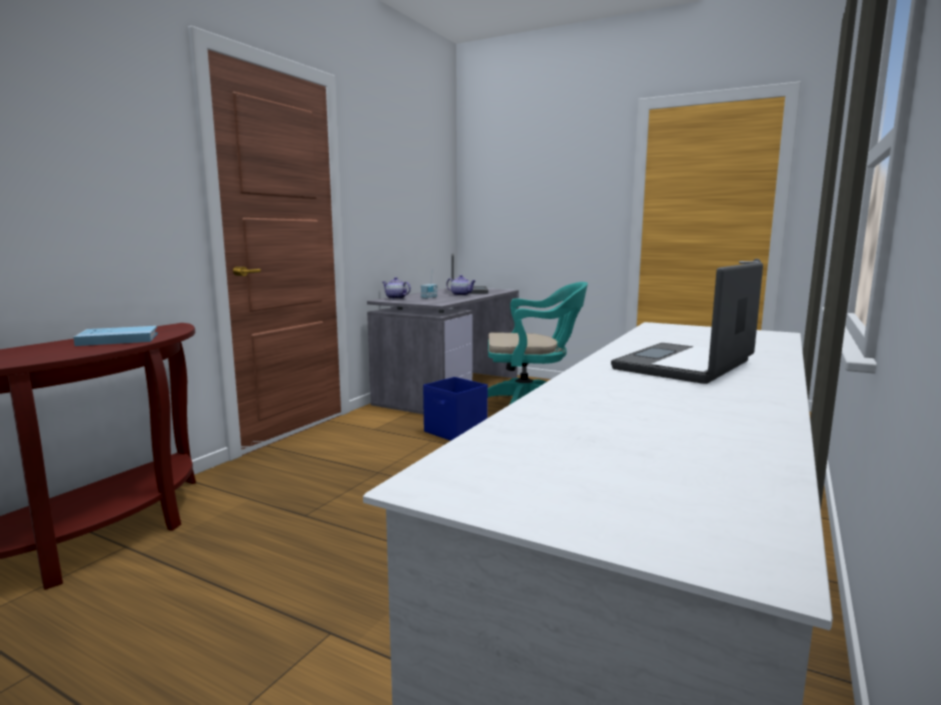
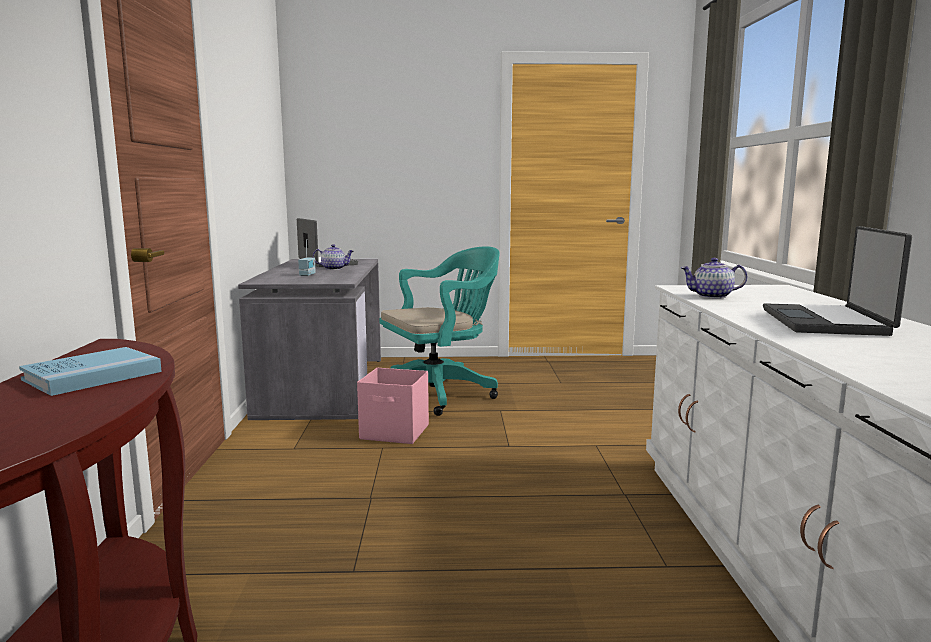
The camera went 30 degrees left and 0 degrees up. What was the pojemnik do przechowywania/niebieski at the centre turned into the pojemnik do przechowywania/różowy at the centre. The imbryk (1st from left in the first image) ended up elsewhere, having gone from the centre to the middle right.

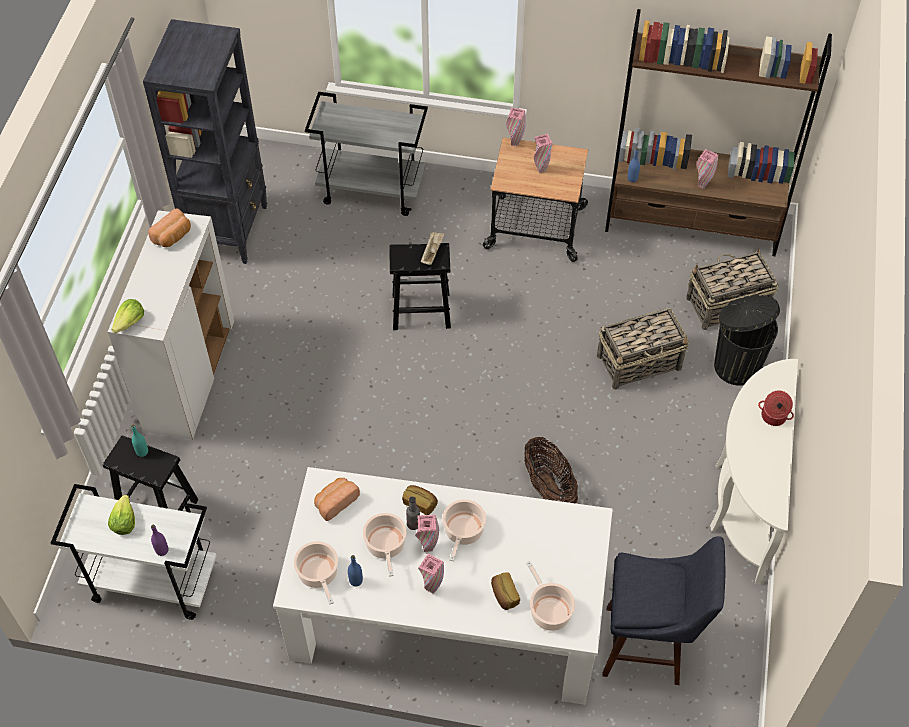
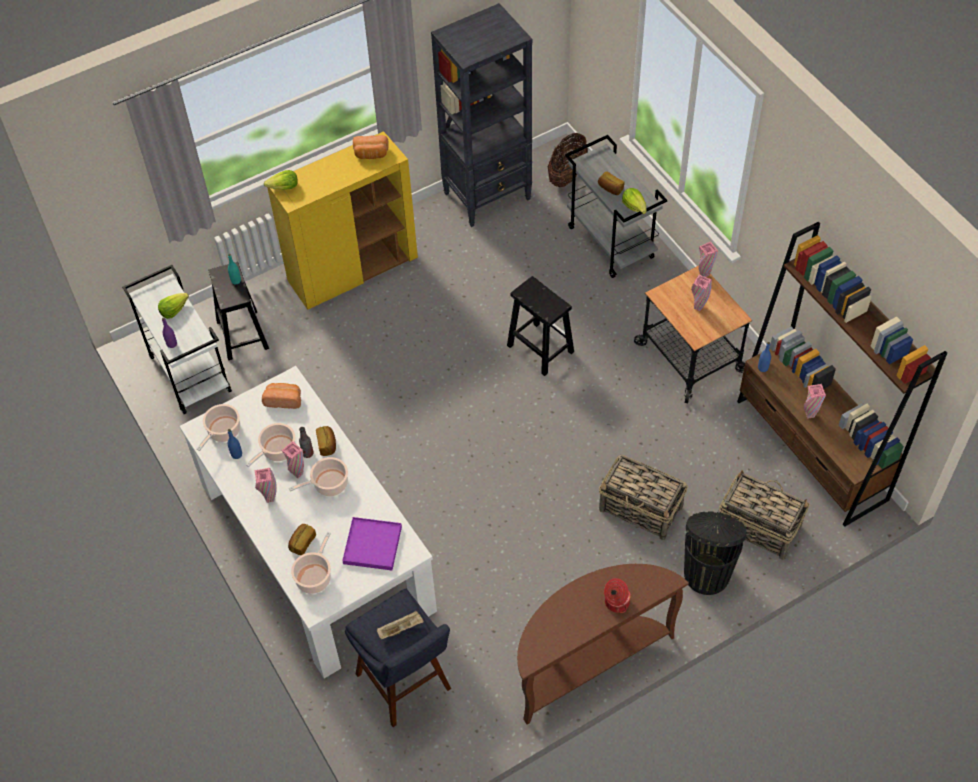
The camera went 50 degrees right and 0 degrees up. What was the szafka/biały at the middle left turned into the szafka/żółty at the top centre. The second view gained the taca/fioletowy at the bottom centre. The taca/beżowy ended up elsewhere, having gone from the centre to the bottom centre. What was the stolik konsolowy/biały at the middle right turned into the stolik konsolowy/brązowy at the bottom centre. The koszyk (1st from left) ended up elsewhere, having gone from the centre to the top centre. The second view gained the chleb (5th from left) at the top centre. The second view gained the sałata (3rd from left) at the top centre.

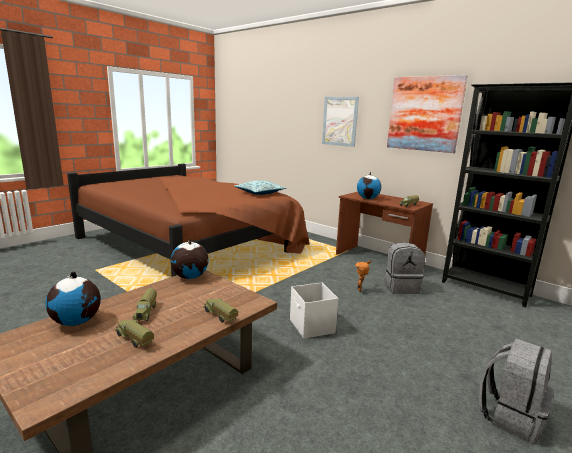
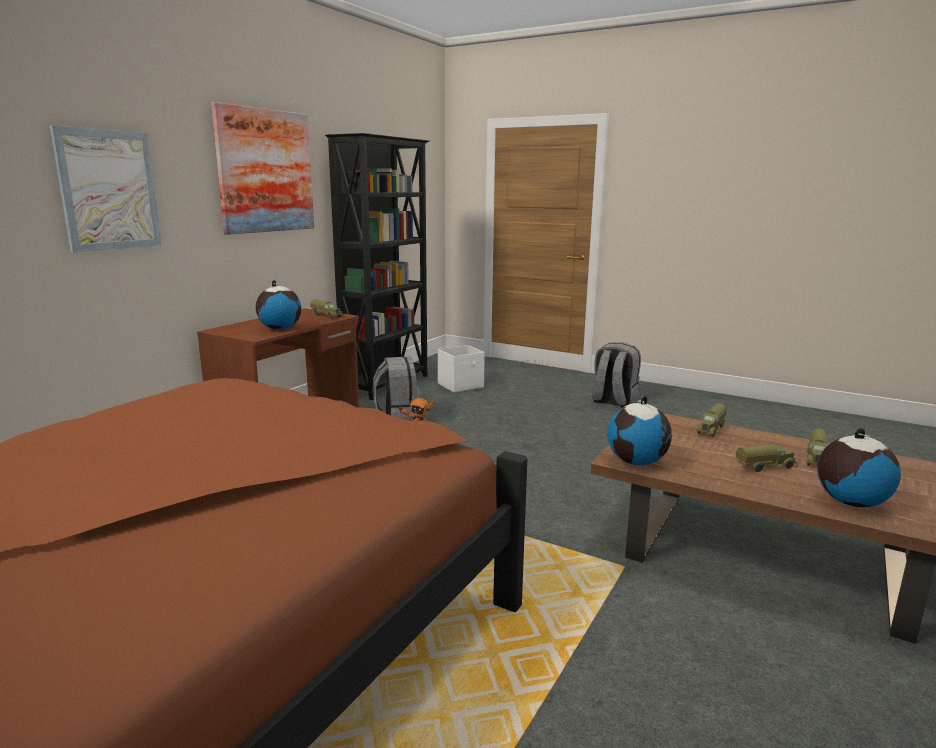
The camera went 100 degrees left and 0 degrees up. The pojemnik do przechowywania/biały ended up elsewhere, having gone from the bottom centre to the centre. The second view lost the poduszka at the centre.

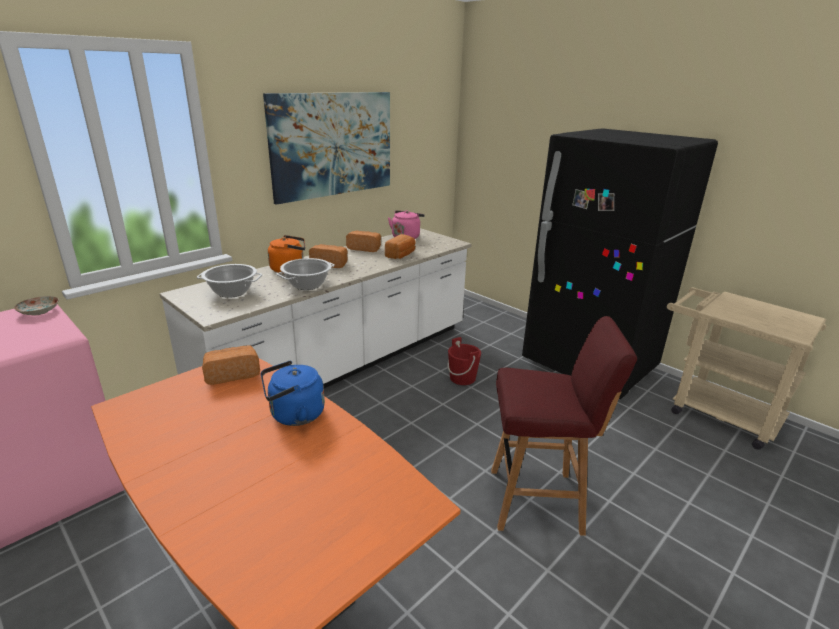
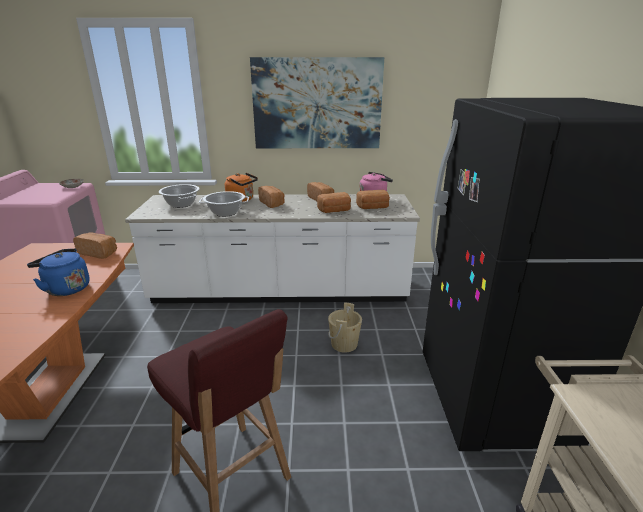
The camera went 45 degrees right and 0 degrees up. What was the wiadro/czerwony at the centre turned into the wiadro/beżowy at the centre. The second view gained the chleb (5th from left) at the centre.

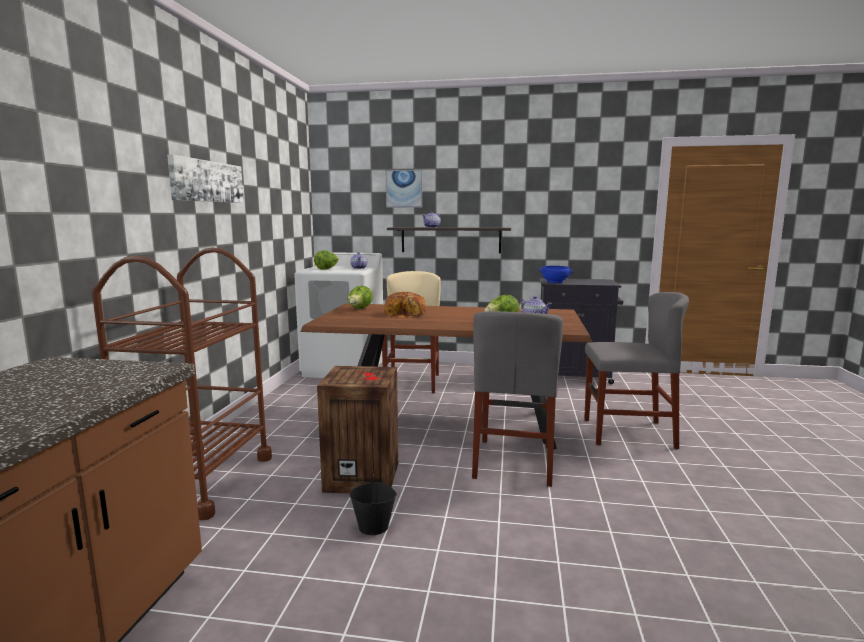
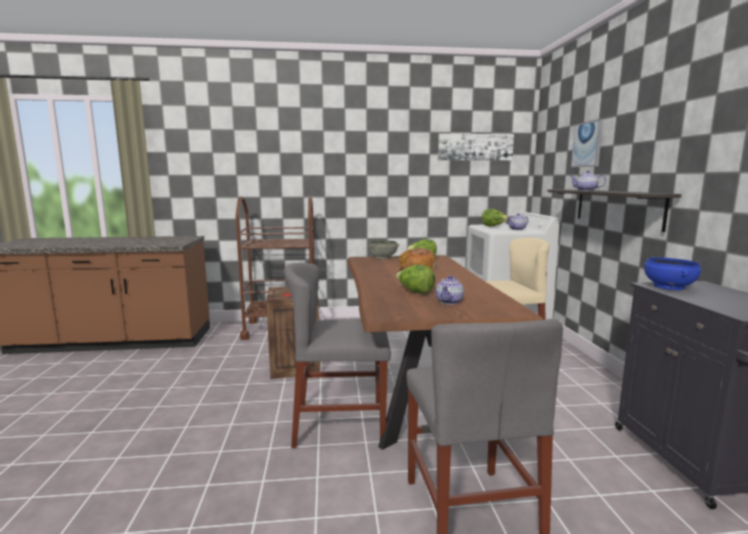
The camera went 75 degrees right and 0 degrees up. The second view gained the miska/szary at the centre. The obraz (1st from left) ended up elsewhere, having gone from the top left to the top centre. The second view lost the wiadro/czarny at the bottom centre.

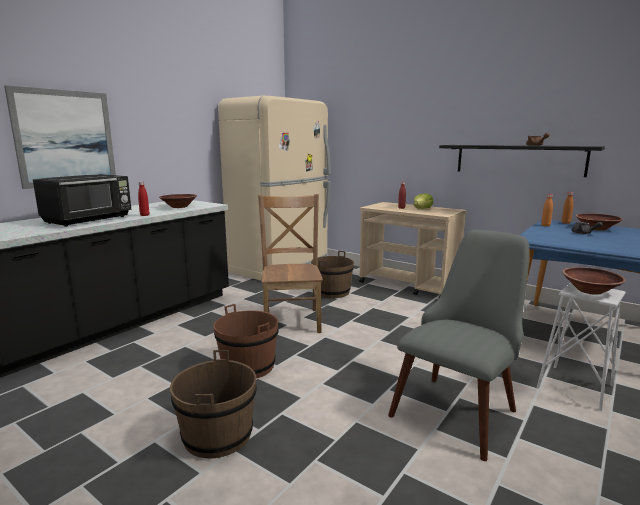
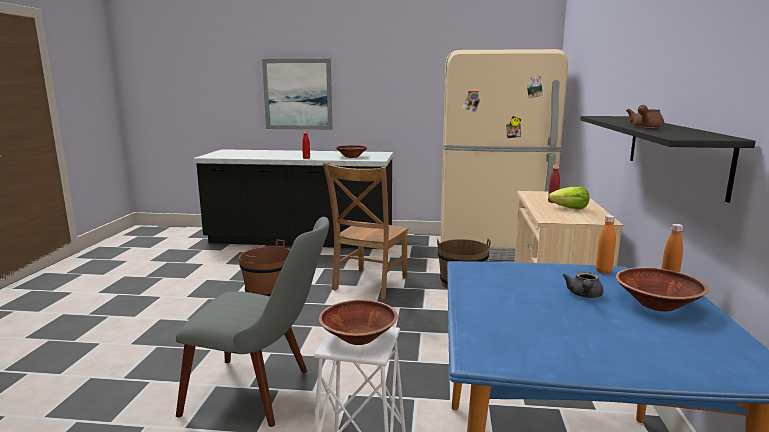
The camera went 60 degrees right and 0 degrees up. The krzesło/brązowy at the centre ended up facing another way, 150 degrees clockwise from before. The second view lost the mikrofalówka/czarny at the middle left. The second view lost the wiadro/brązowy (1st from left) at the bottom left.

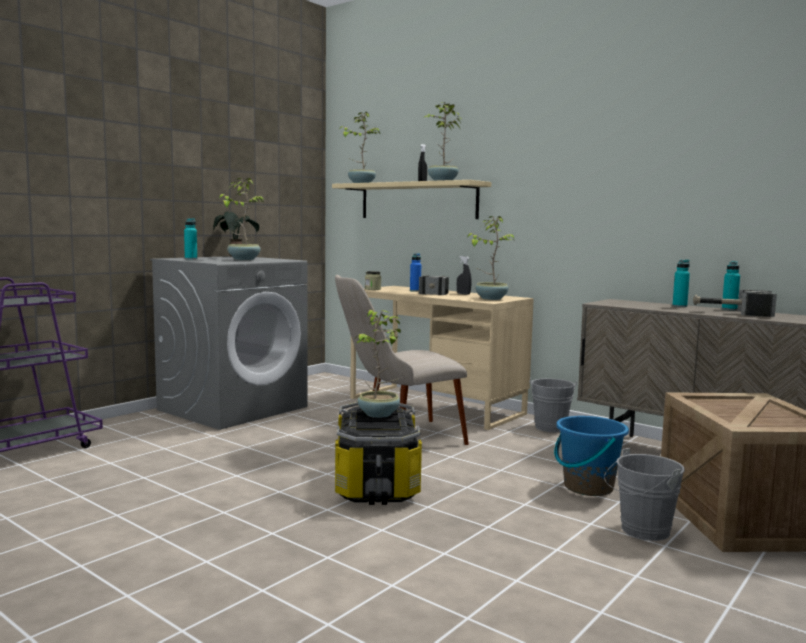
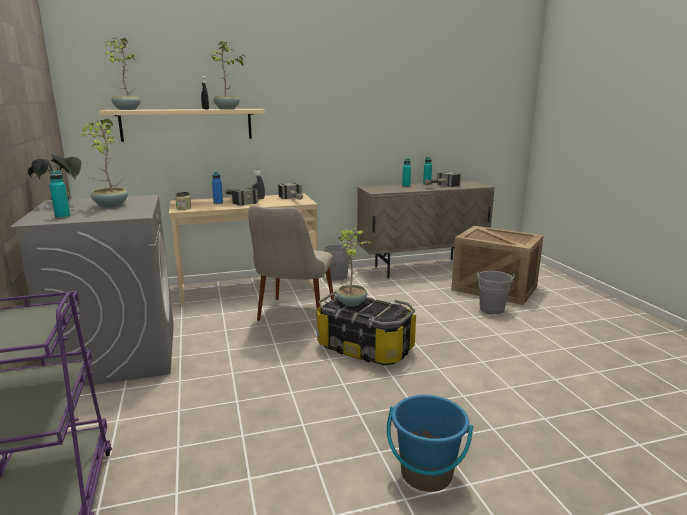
The camera went 55 degrees left and 10 degrees up. Where the roślina doniczkowa (6th from left) stood at the centre, the młotek (2nd from left) came to stand at the centre. The wiadro/niebieski ended up elsewhere, having gone from the bottom right to the bottom centre.

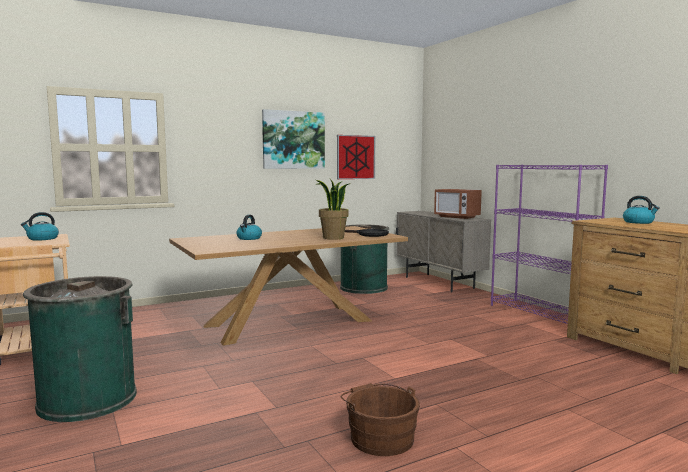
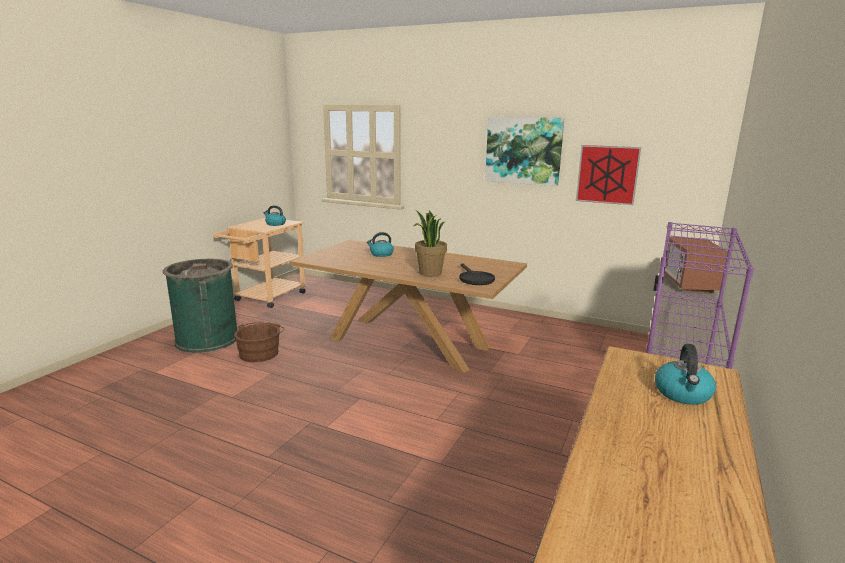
The camera went 55 degrees right and 10 degrees up. The wiadro/brązowy ended up elsewhere, having gone from the bottom centre to the middle left. The second view lost the kosz na śmieci/zielony (2nd from left) at the centre.

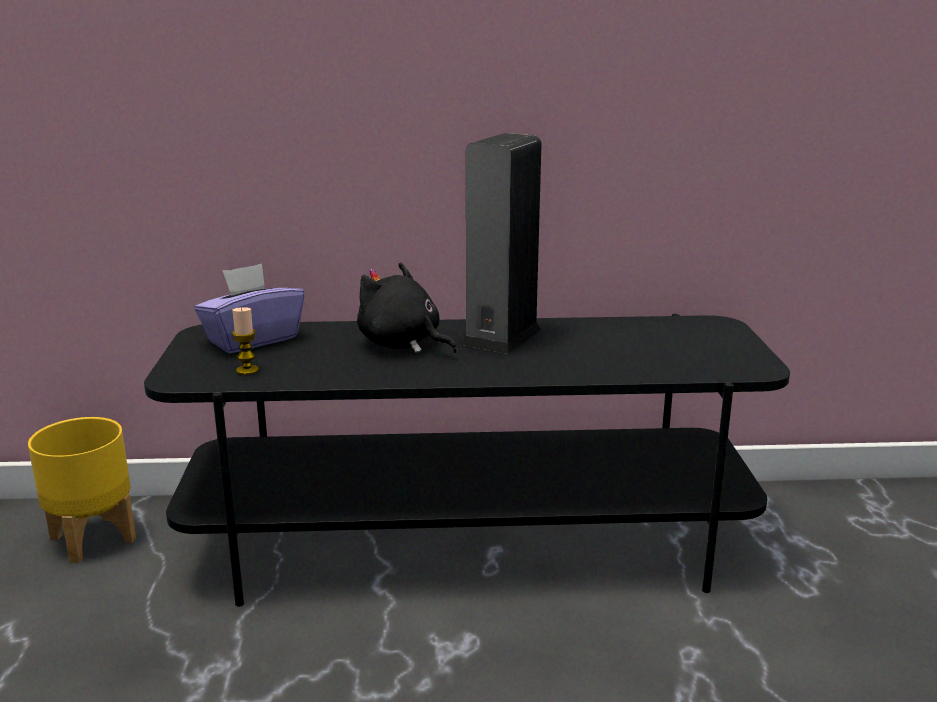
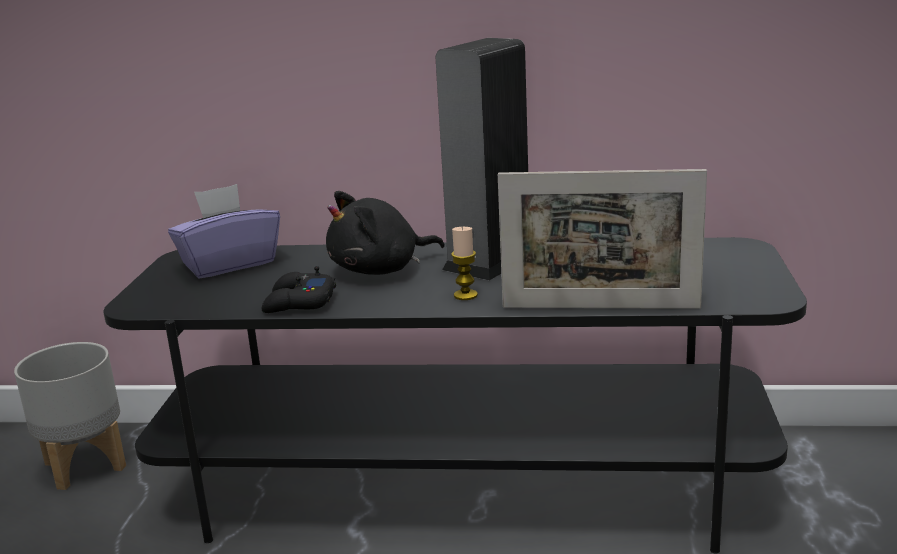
The camera went 10 degrees right and 0 degrees up. What was the donica/żółty at the bottom left turned into the donica/szary at the bottom left. The second view gained the pad do gier/czarny at the middle left. The pluszak/czarny at the centre ended up facing another way, 75 degrees counterclockwise from before. The świeca ended up elsewhere, having gone from the middle left to the centre. The second view gained the ramka na zdjęcie at the middle right.

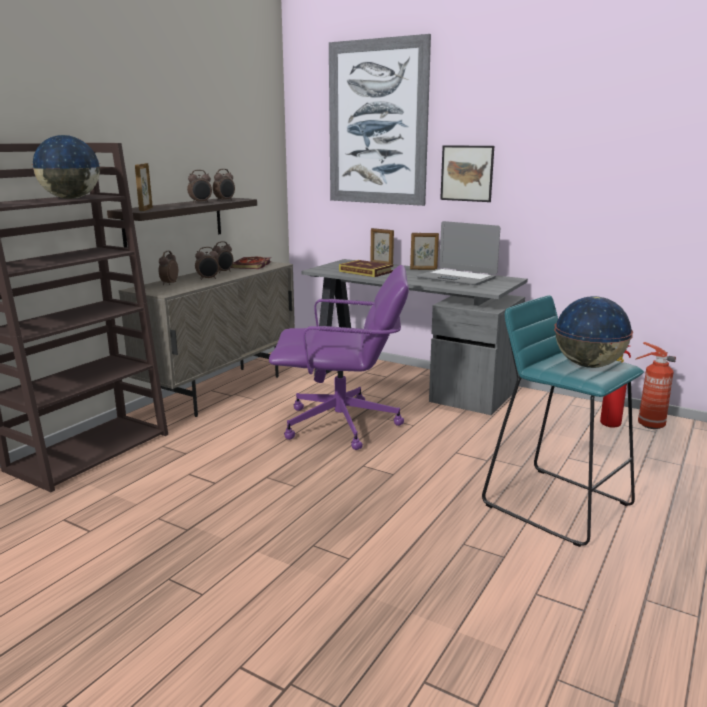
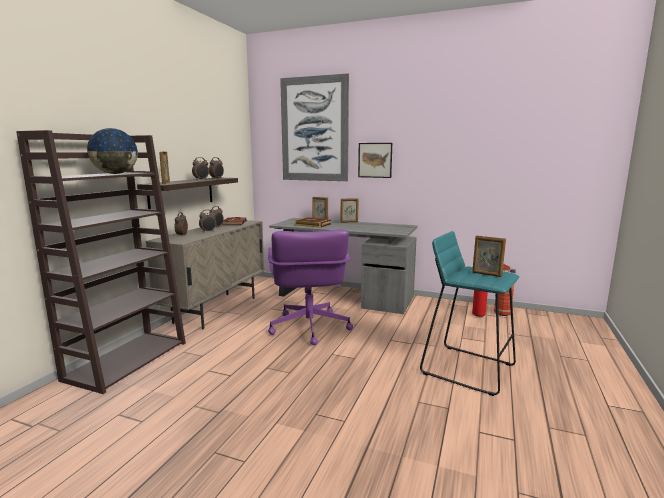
The camera went 10 degrees left and 5 degrees down. The krzesło biurowe/fioletowy at the centre ended up facing another way, 90 degrees clockwise from before. Where the globus (2nd from left) stood at the middle right, the ramka na zdjęcie (4th from left) came to stand at the middle right. The second view lost the laptop at the centre.

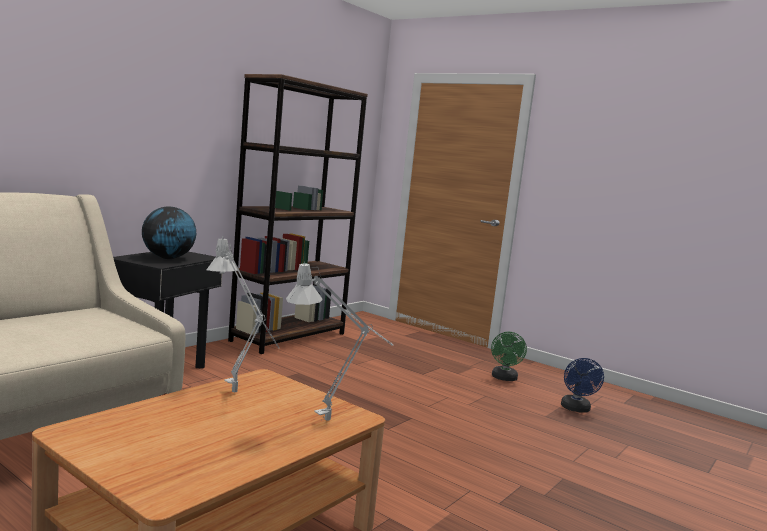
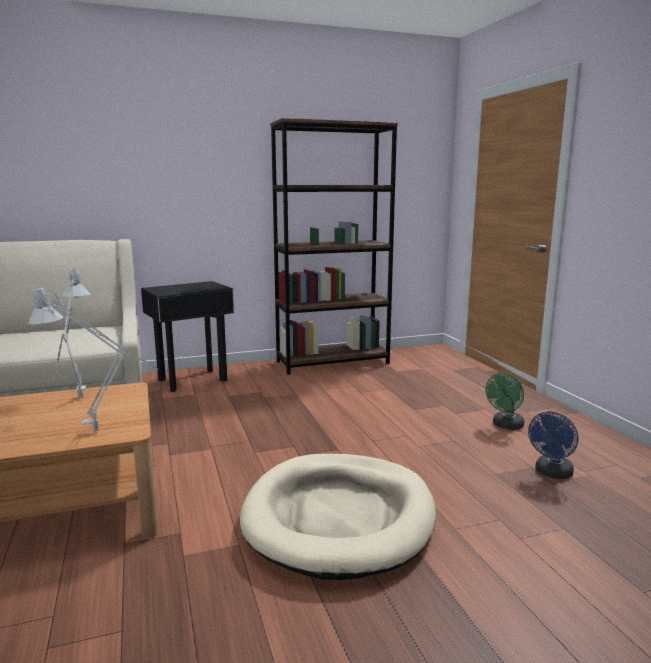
The camera went 35 degrees right and 5 degrees up. The second view gained the legowisko/beżowy at the bottom centre. The second view lost the globus at the middle left.

